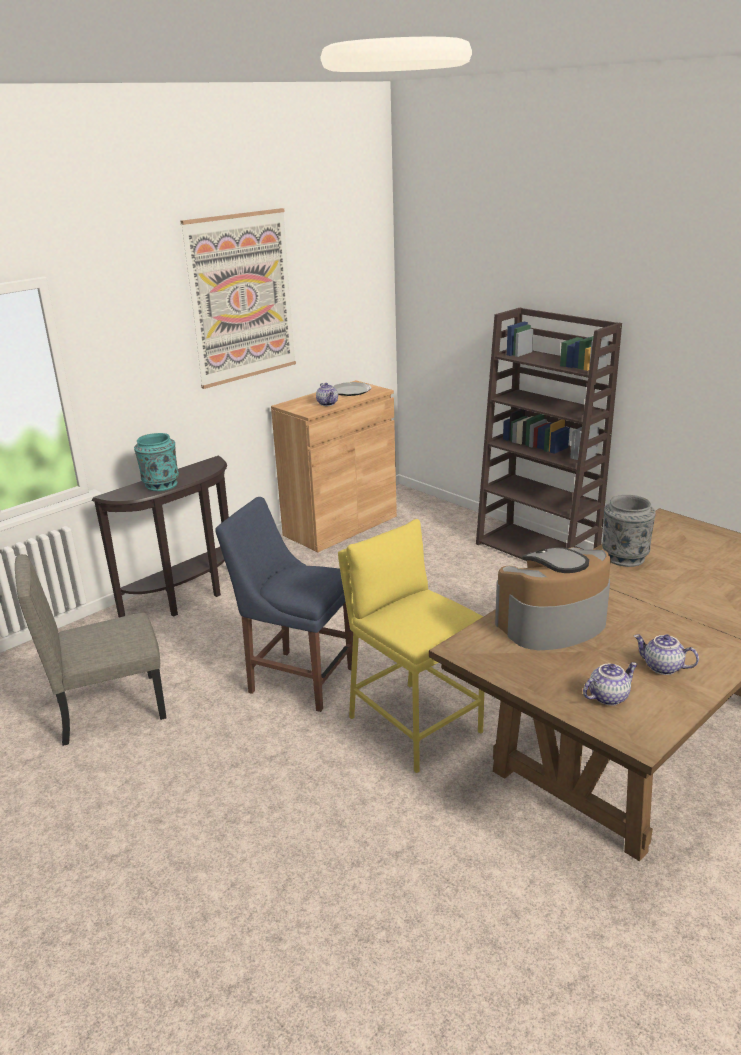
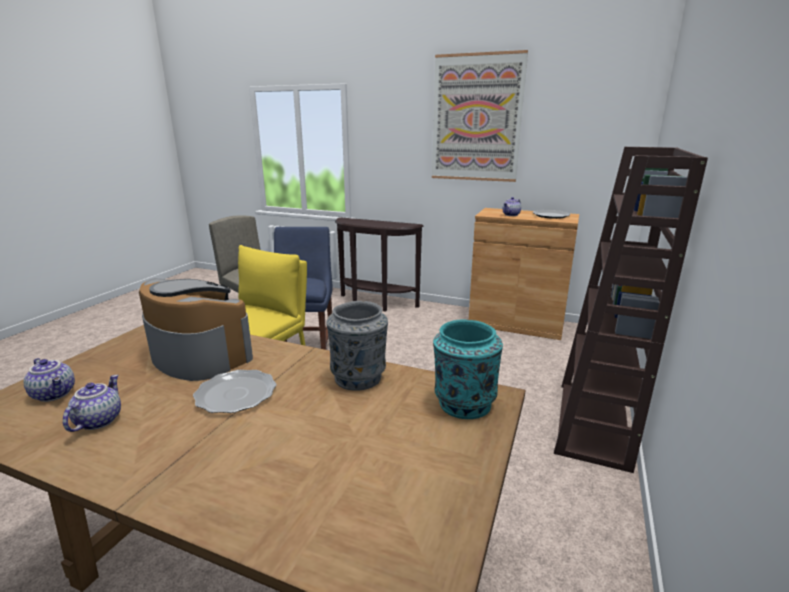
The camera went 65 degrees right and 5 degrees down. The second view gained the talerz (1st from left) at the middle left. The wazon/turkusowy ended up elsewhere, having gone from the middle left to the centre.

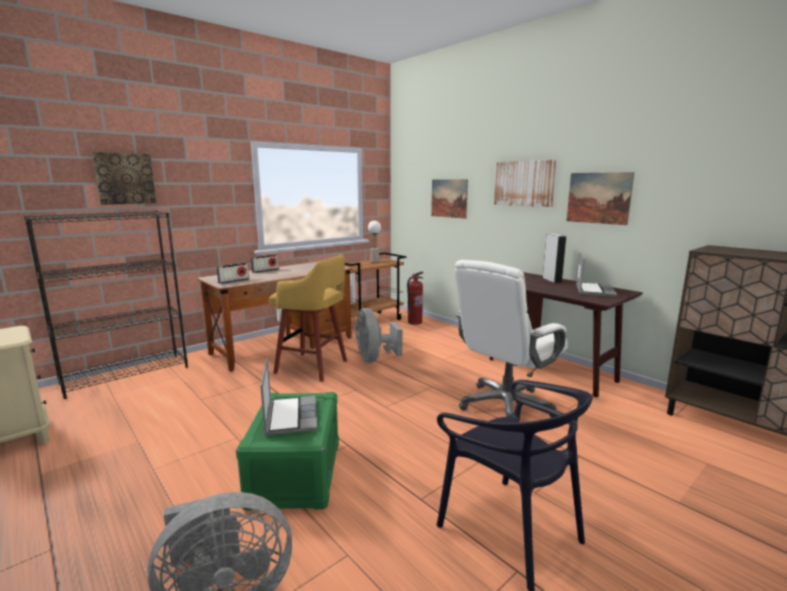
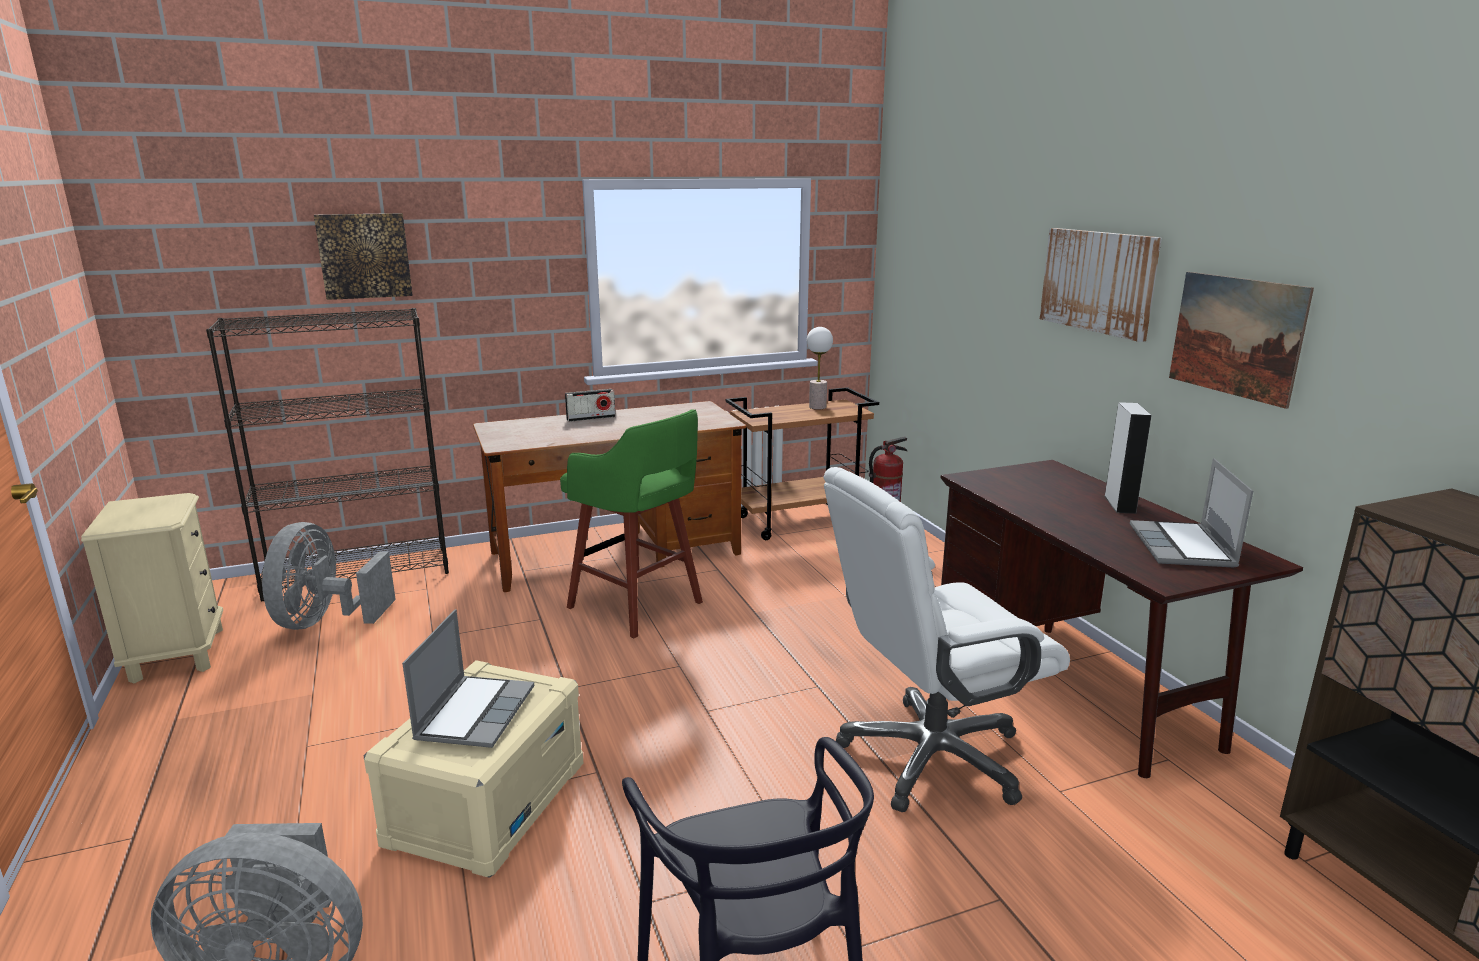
The camera went 20 degrees right and 5 degrees up. The wentylator/szary (2nd from left) ended up elsewhere, having gone from the centre to the middle left. What was the pojemnik do przechowywania/zielony at the bottom centre turned into the pojemnik do przechowywania/beżowy at the bottom left. What was the stołek/żółty at the centre turned into the stołek/zielony at the centre. The laptop (2nd from left) at the middle right ended up facing another way, 150 degrees clockwise from before. The second view lost the radio (1st from left) at the middle left. The second view lost the obraz (2nd from left) at the centre.

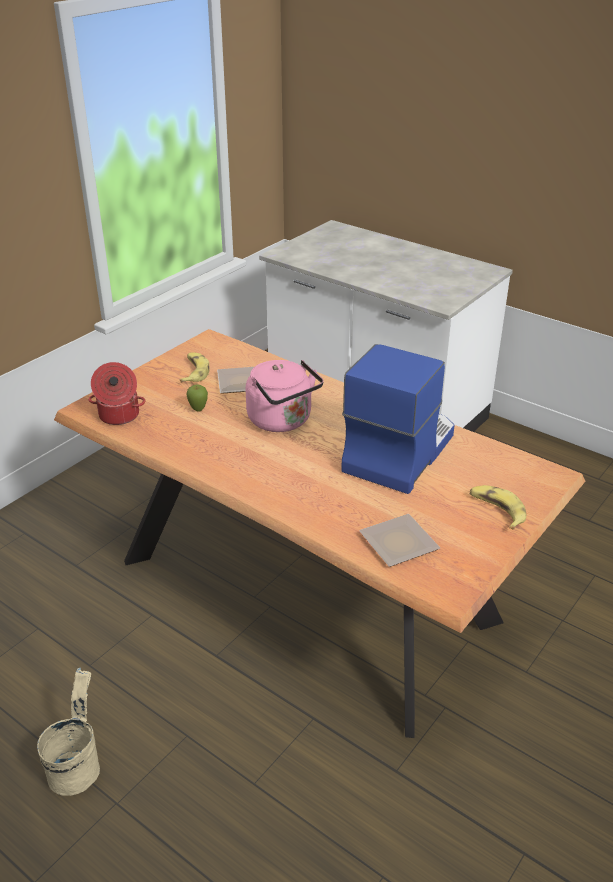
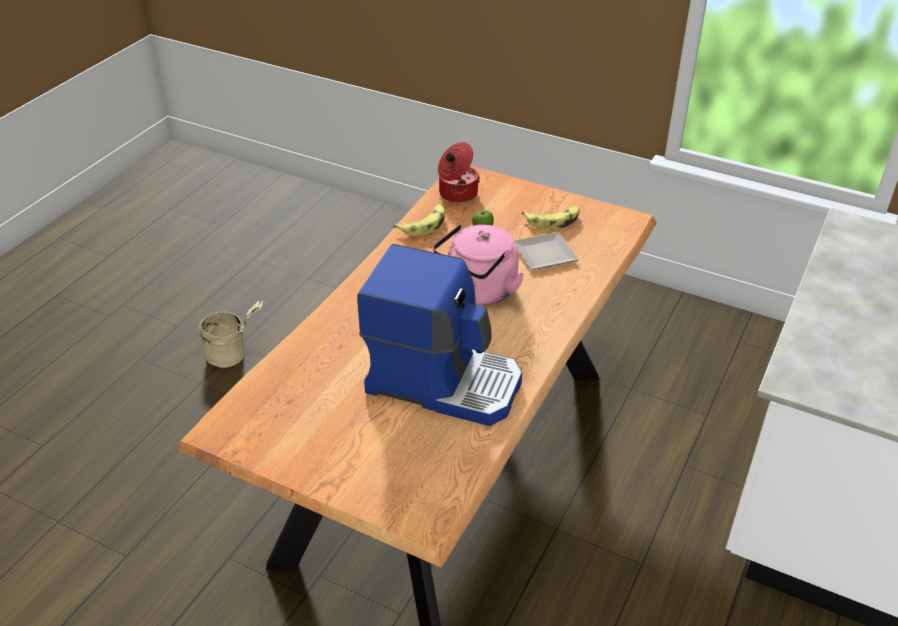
The camera went 80 degrees right and 5 degrees up. The banan (2nd from left in the first image) ended up elsewhere, having gone from the middle right to the centre. The second view lost the talerz (2nd from left) at the centre.

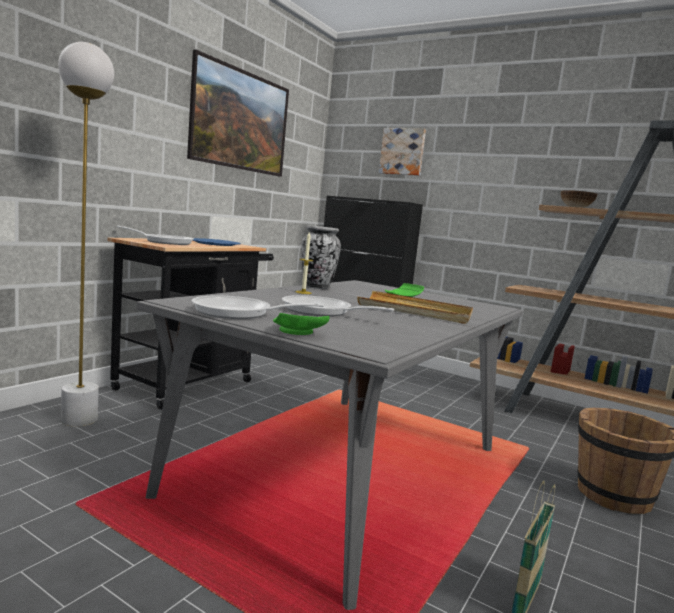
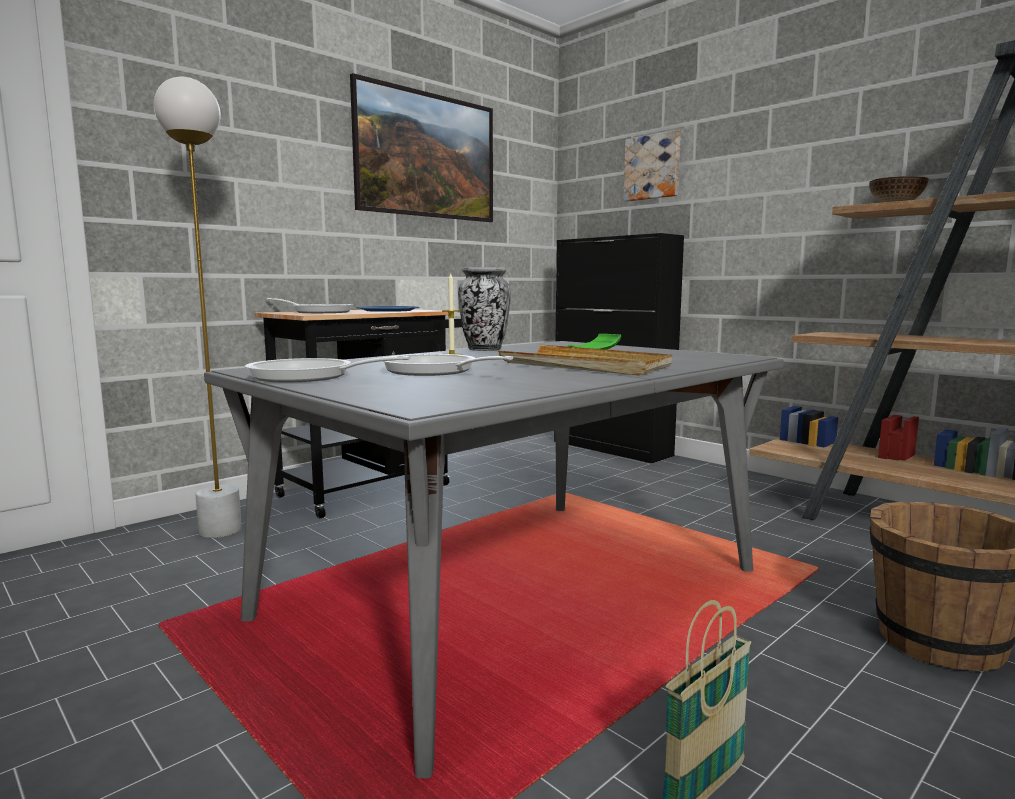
The camera went 15 degrees right and 0 degrees up. The second view lost the talerz/zielony (1st from left) at the centre.

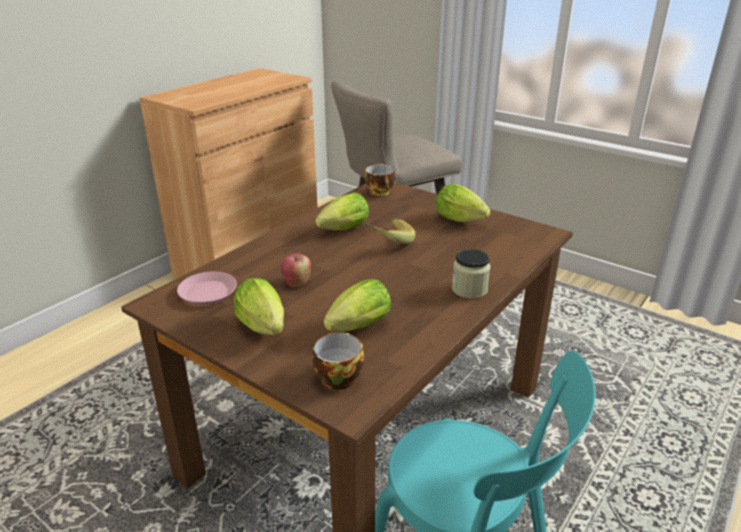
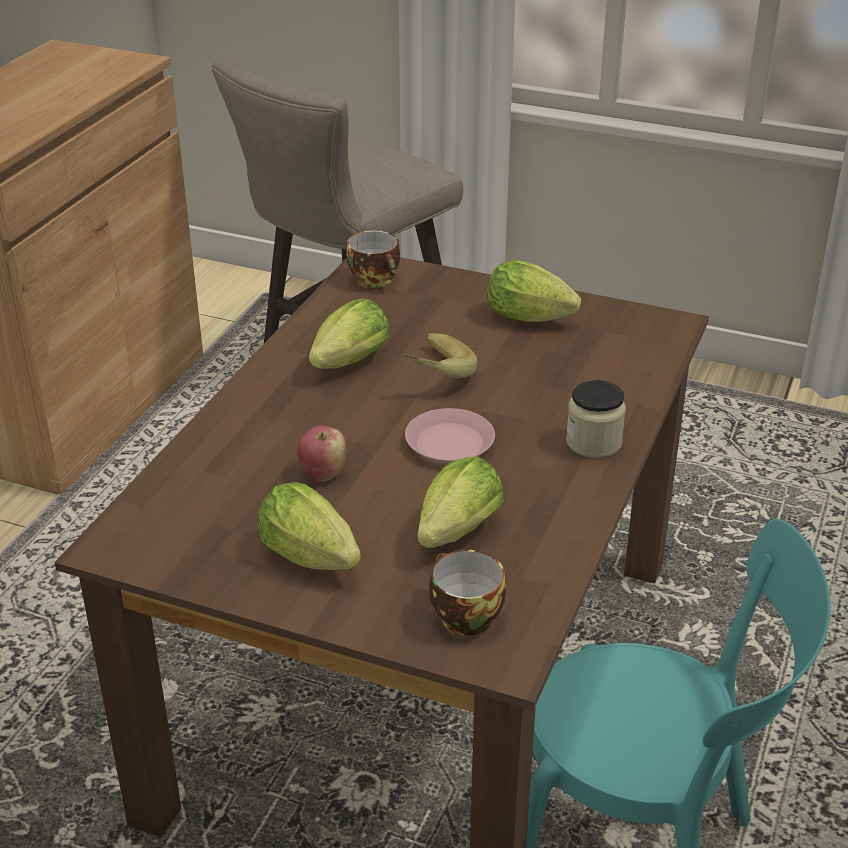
The camera went 15 degrees left and 5 degrees up. The talerz/różowy ended up elsewhere, having gone from the middle left to the centre.

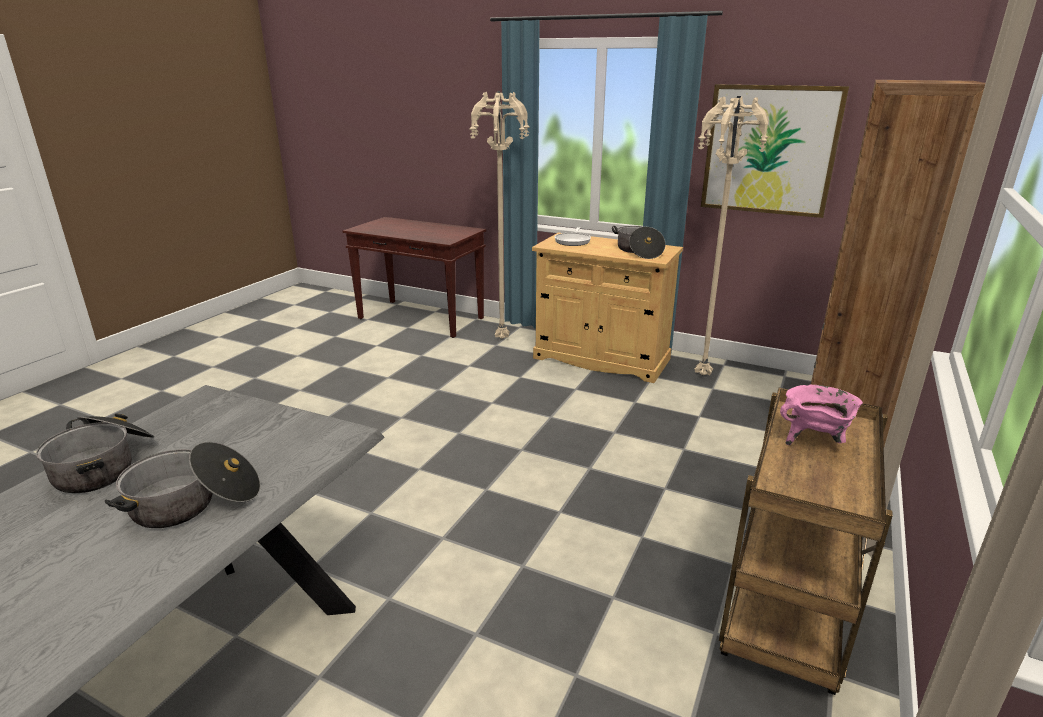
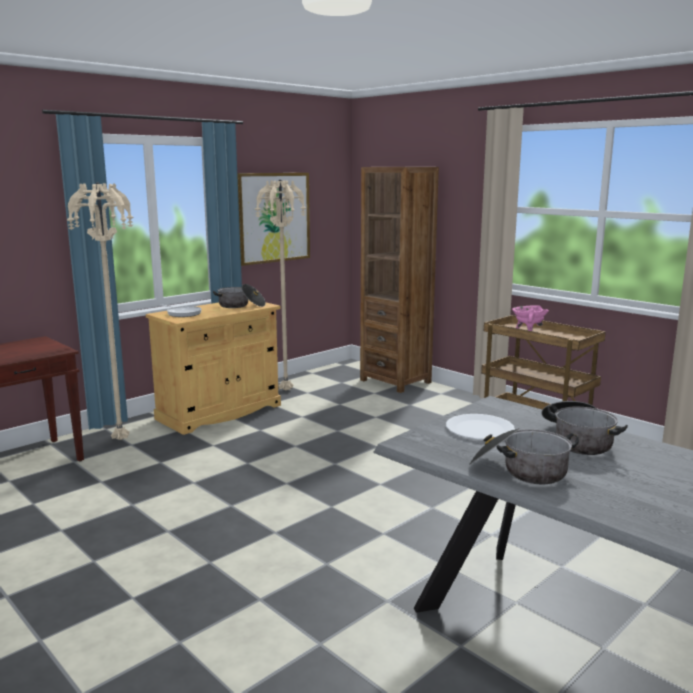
The camera went 70 degrees left and 10 degrees down. The second view gained the talerz/biały at the middle right.

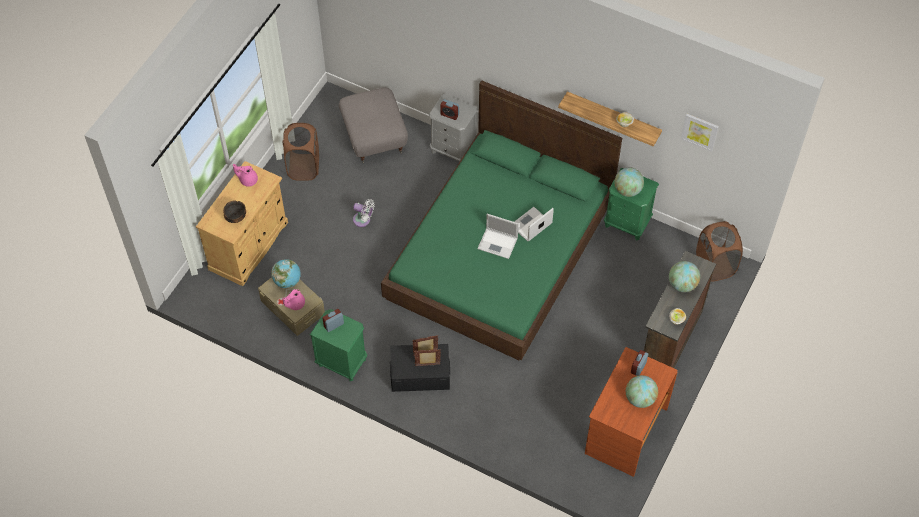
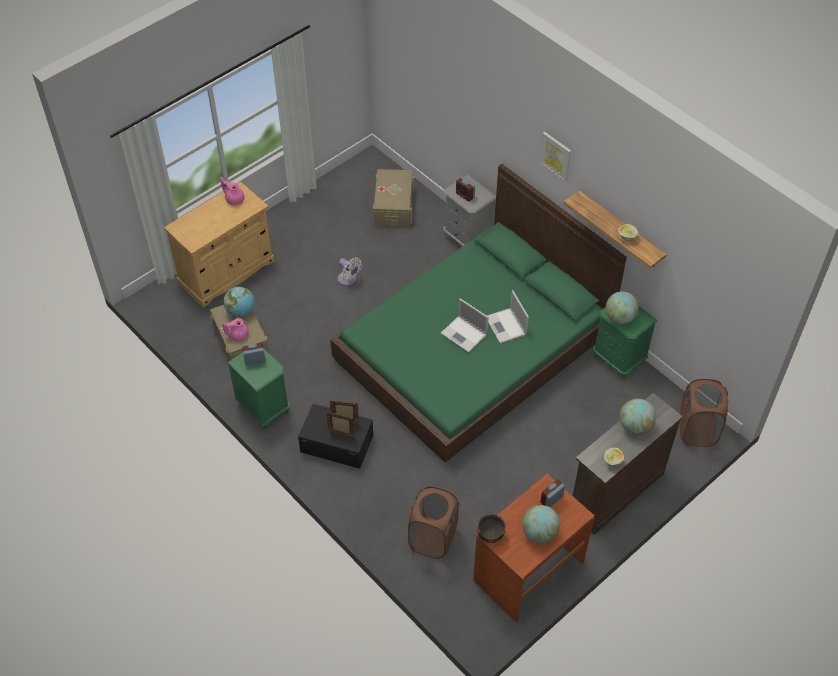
The camera went 20 degrees right and 5 degrees down. Where the pufa/szary stood at the top centre, the pojemnik do przechowywania/beżowy (2nd from left) came to stand at the top centre. The kosz na pranie/brązowy (1st from left) ended up elsewhere, having gone from the top left to the bottom centre. The miska (1st from left) ended up elsewhere, having gone from the middle left to the bottom centre. The laptop (2nd from left) at the centre ended up facing another way, 90 degrees counterclockwise from before. The obraz ended up elsewhere, having gone from the top right to the top centre.

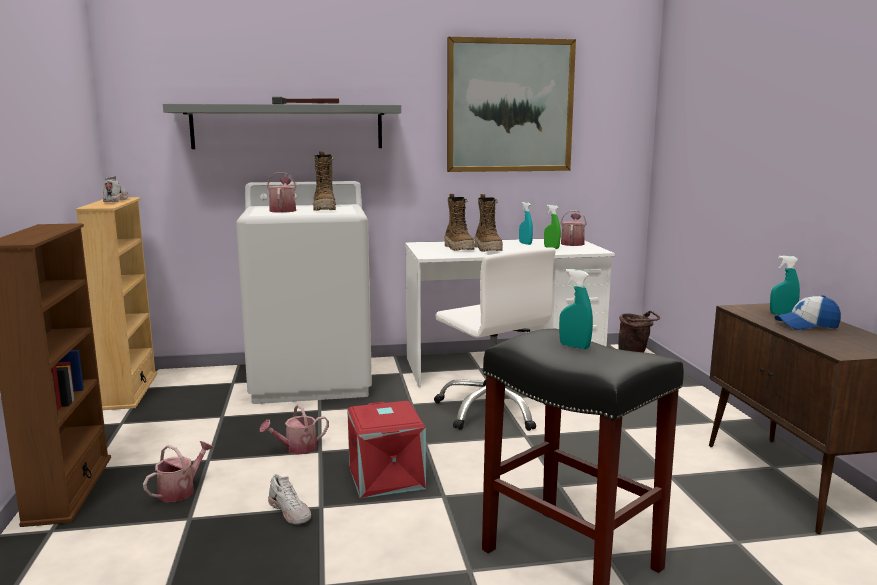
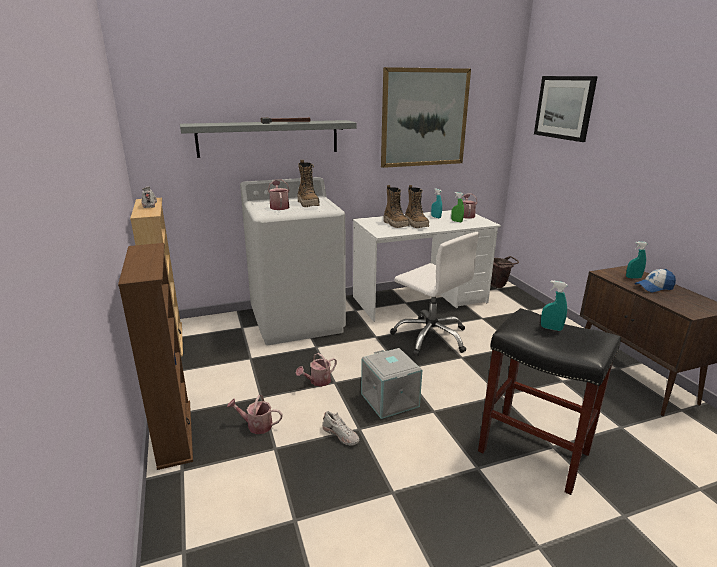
The camera went 10 degrees left and 10 degrees up. The konewka (1st from left) at the bottom left ended up facing another way, 105 degrees counterclockwise from before. What was the pojemnik do przechowywania/czerwony at the bottom centre turned into the pojemnik do przechowywania/szary at the bottom centre. The second view gained the obraz (2nd from left) at the top right.

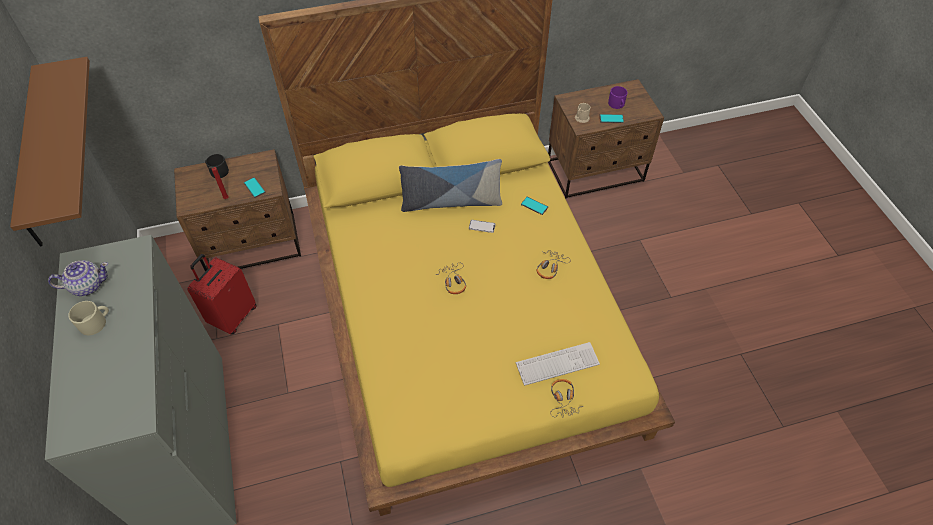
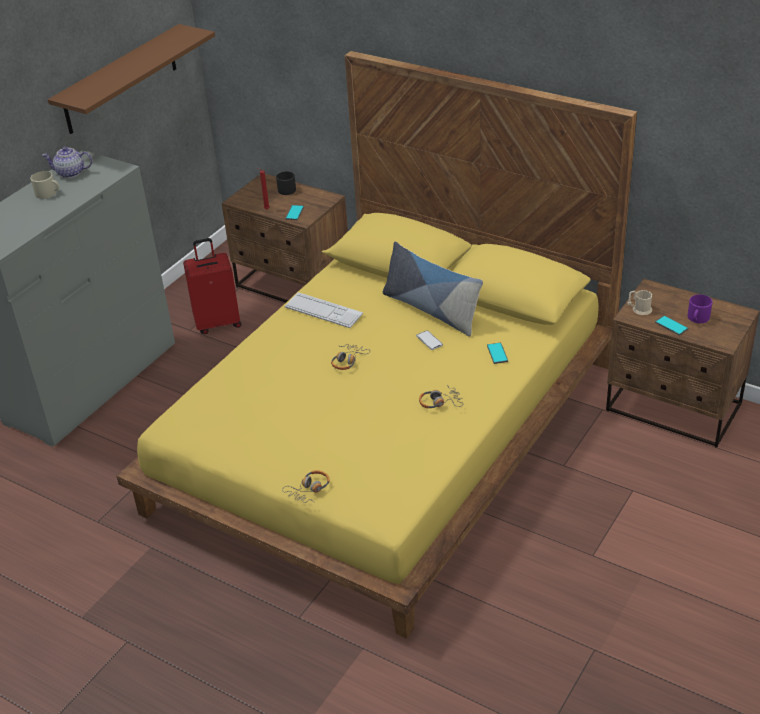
The camera went 50 degrees right and 15 degrees down. The imbryk at the middle left ended up facing another way, 150 degrees clockwise from before. The klawiatura ended up elsewhere, having gone from the bottom centre to the centre.

